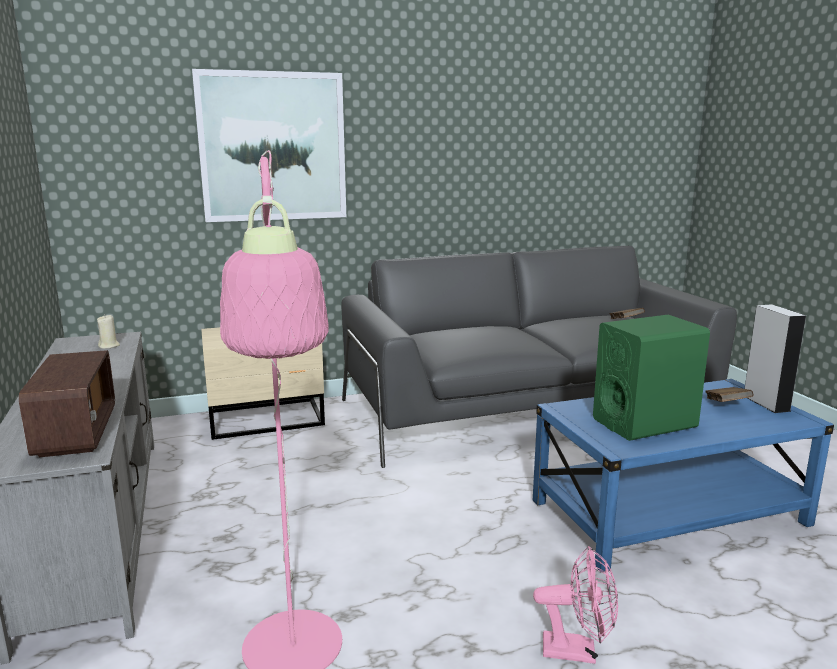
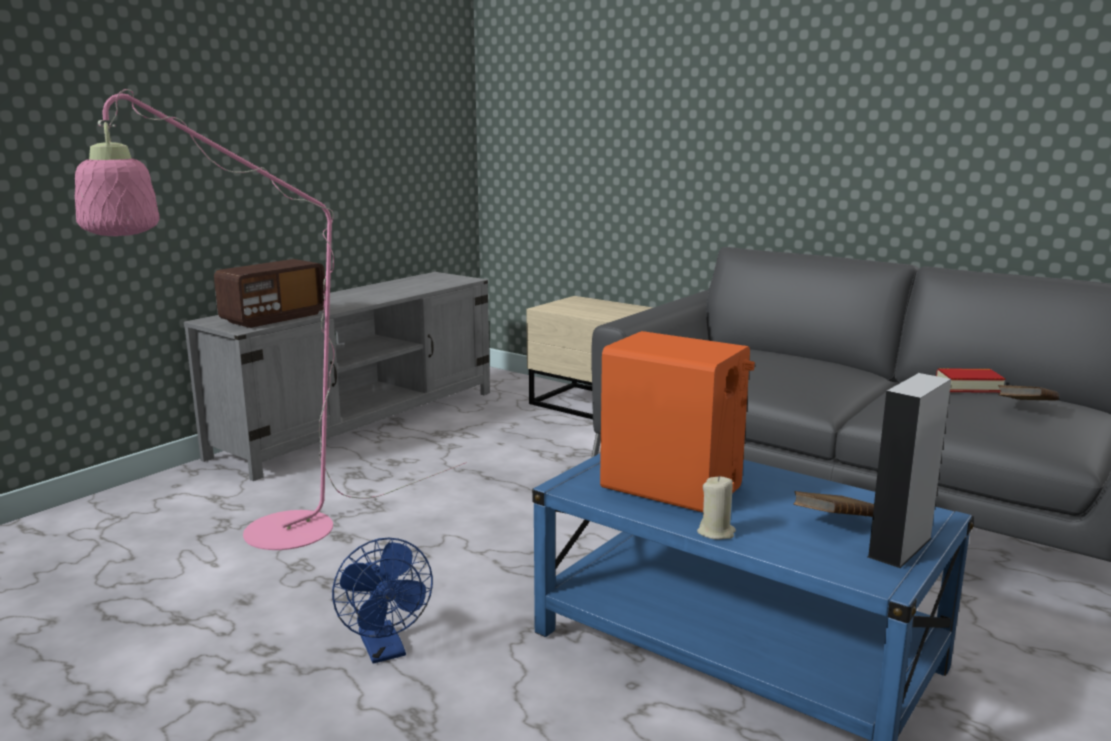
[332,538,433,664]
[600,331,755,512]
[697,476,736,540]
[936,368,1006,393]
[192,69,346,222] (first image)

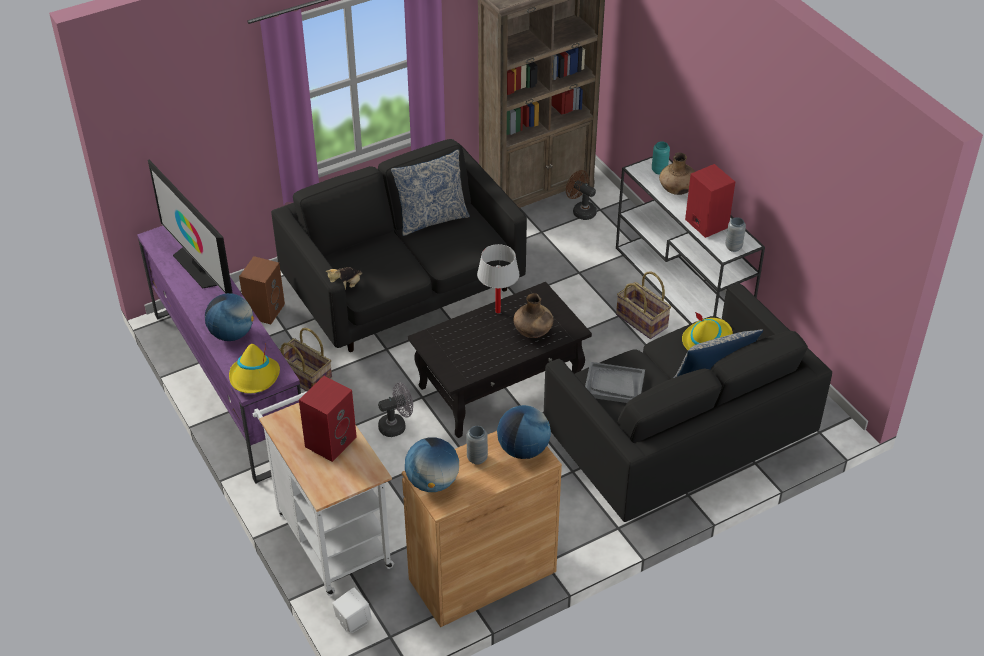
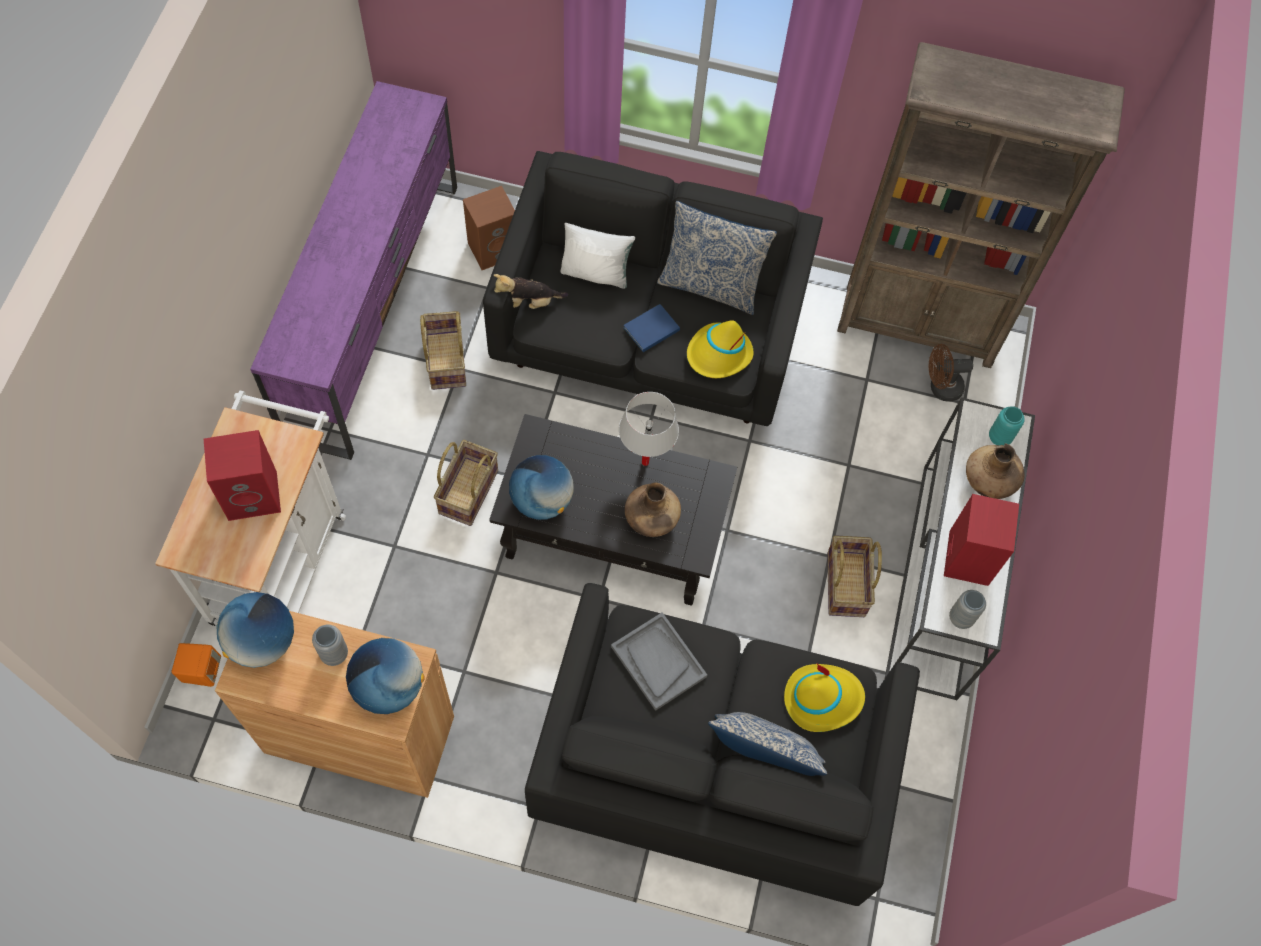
[171,643,221,687]
[434,440,498,526]
[509,455,574,520]
[561,223,635,289]
[624,304,680,352]
[687,320,754,378]
[929,344,973,402]
[148,160,233,294] (first image)

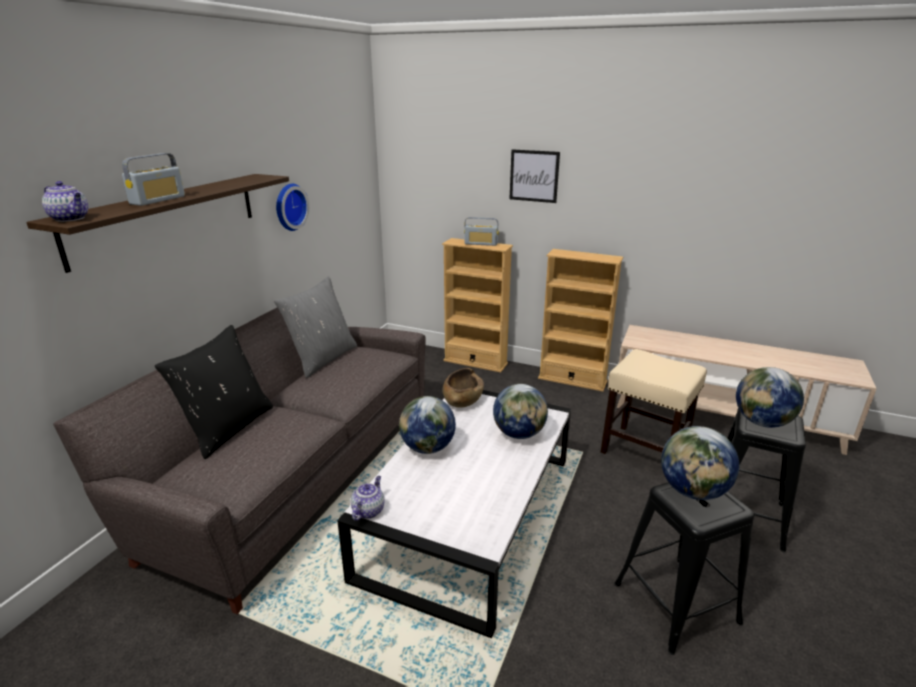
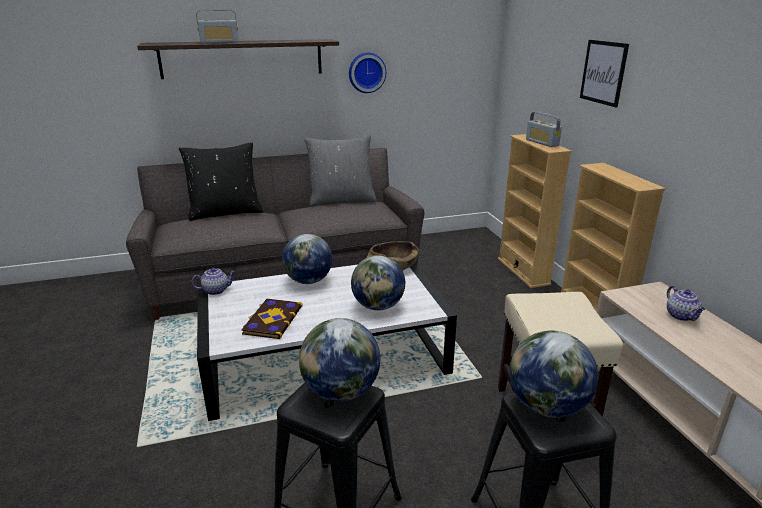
[241,299,302,339]
[667,286,705,321]

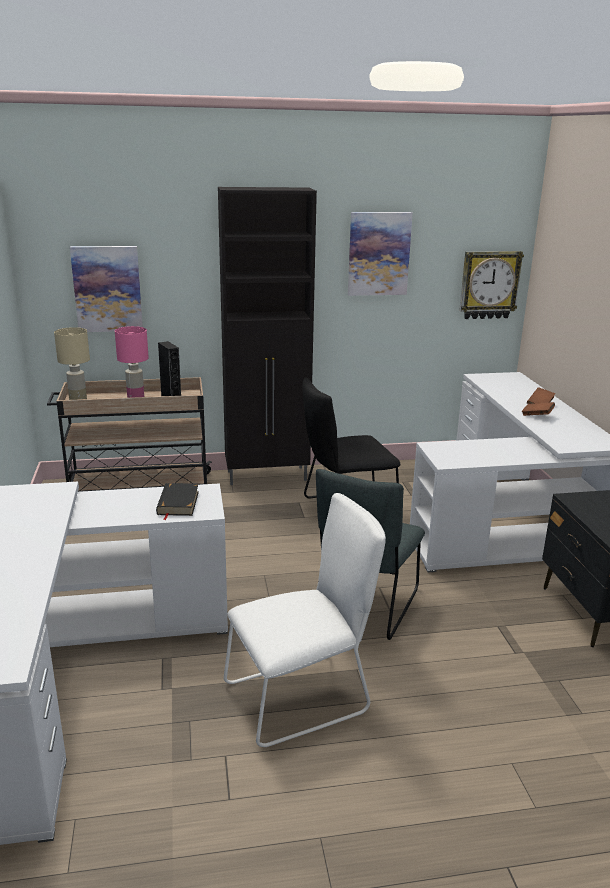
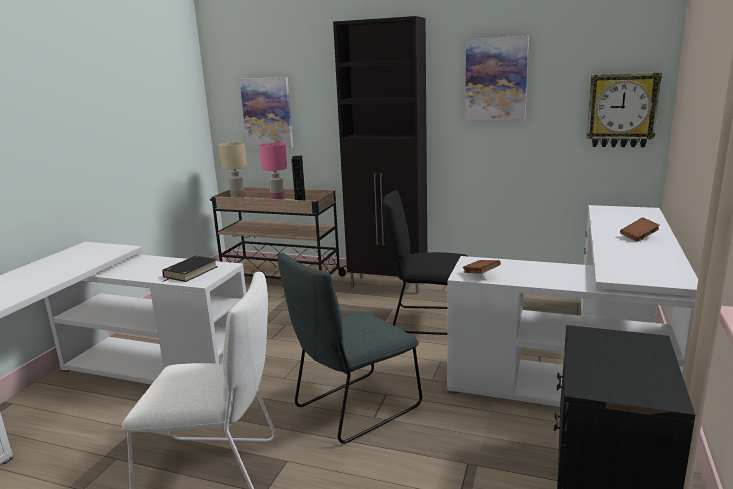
[462,260,501,274]

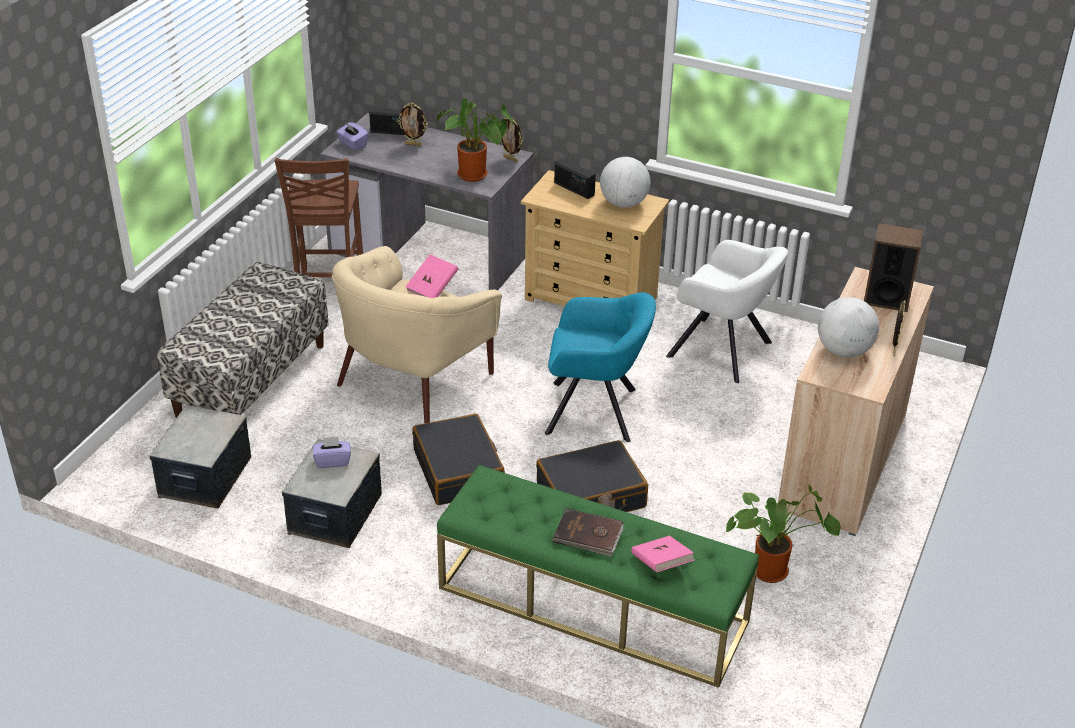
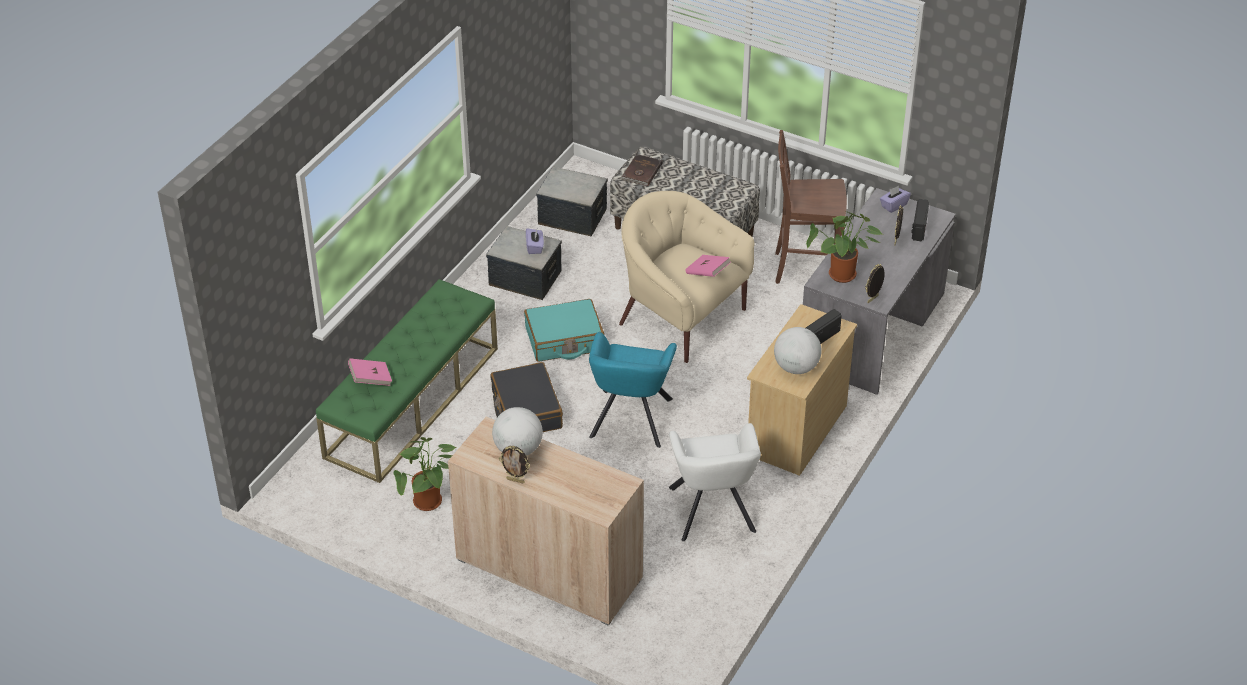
[524,299,604,362]
[620,154,662,186]
[669,423,761,541]
[864,223,923,312] (first image)

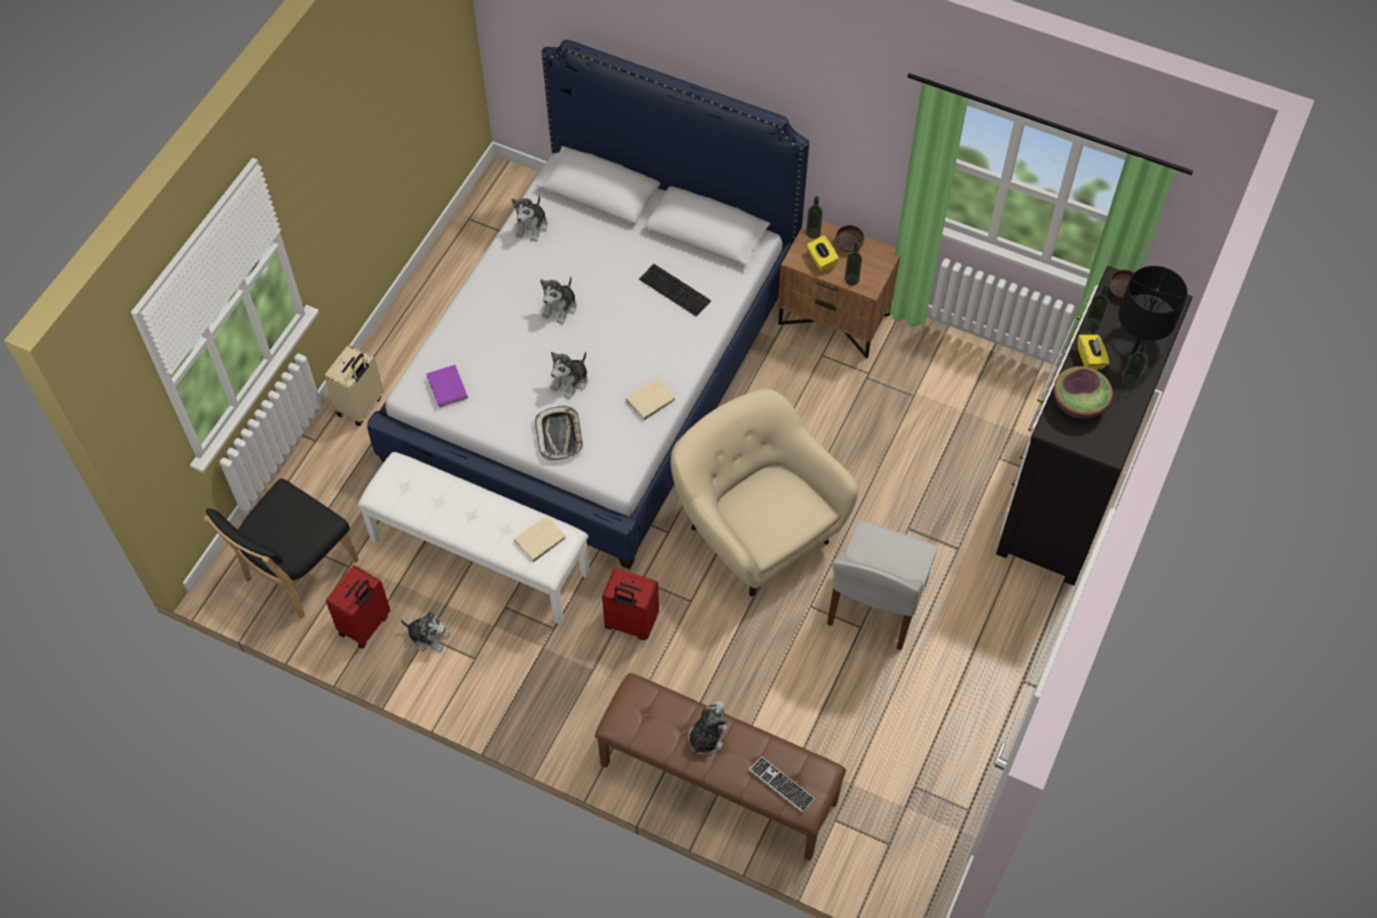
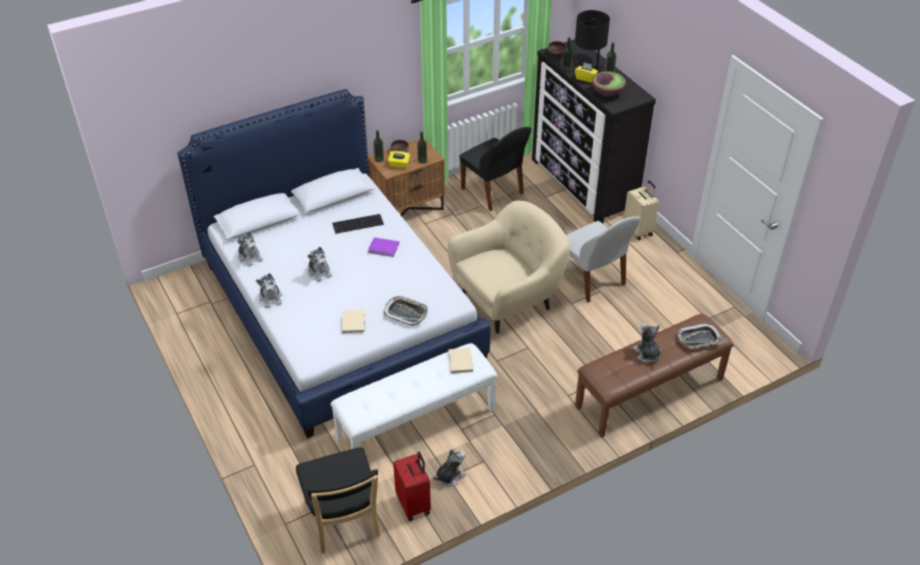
[256,273,282,308]
[342,310,365,333]
[368,237,399,257]
[447,201,570,334]
[460,127,532,211]
[624,181,659,240]
[676,323,722,349]
[602,568,659,640] (first image)

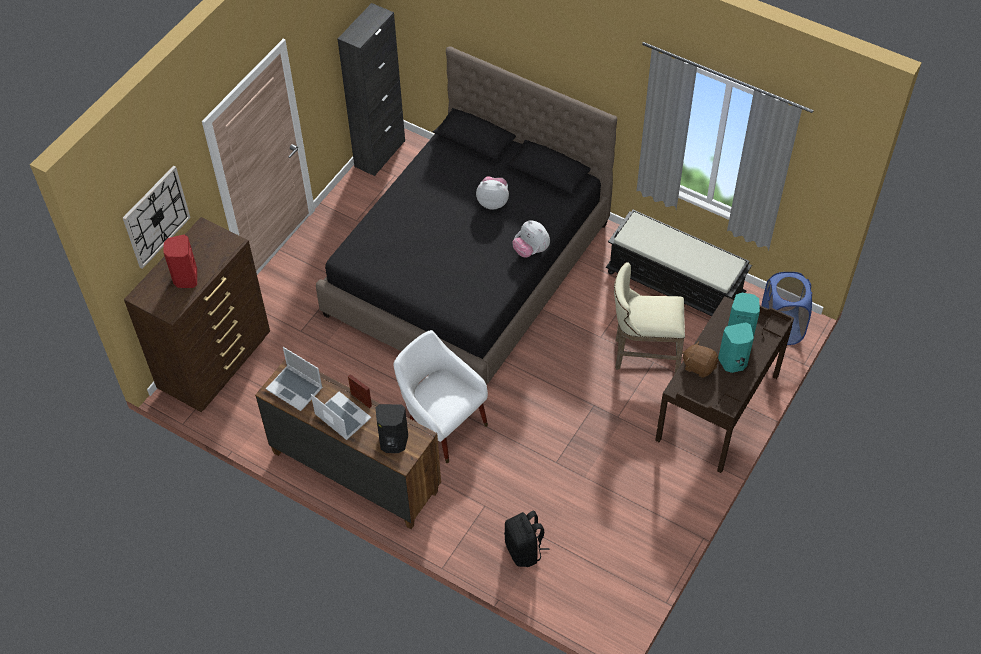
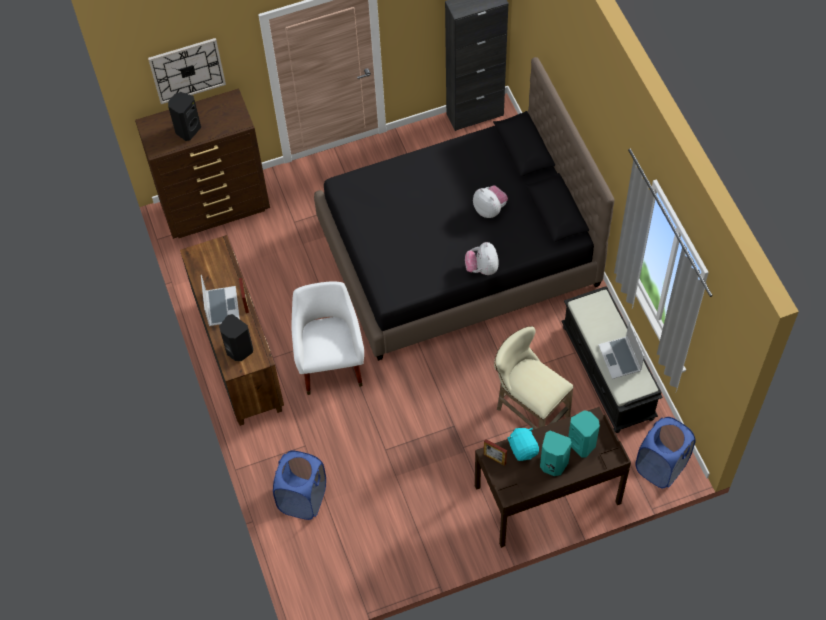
[168,92,201,141]
[273,450,326,520]
[484,439,507,466]
[507,428,539,461]
[598,322,644,379]

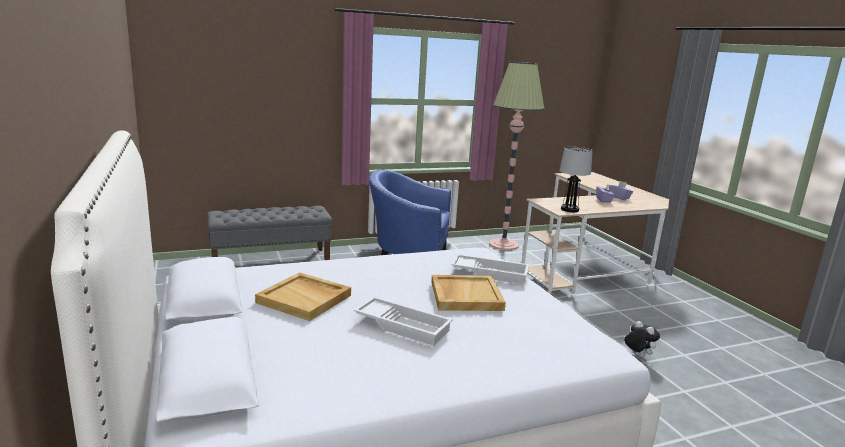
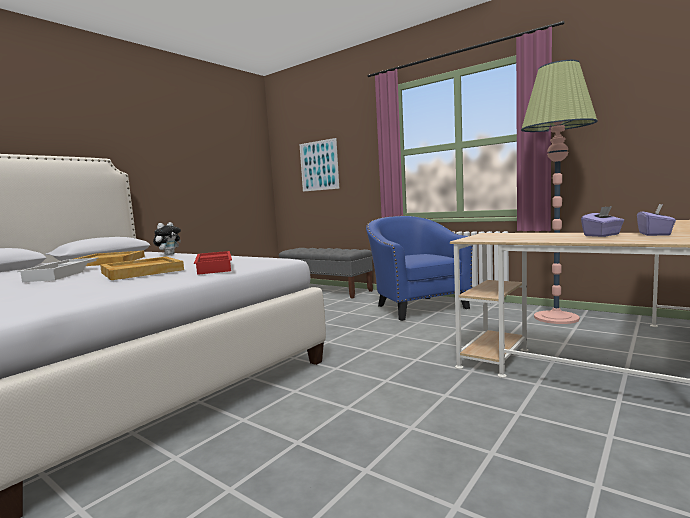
[153,222,181,255]
[194,251,232,275]
[300,138,339,192]
[559,147,593,212] (first image)

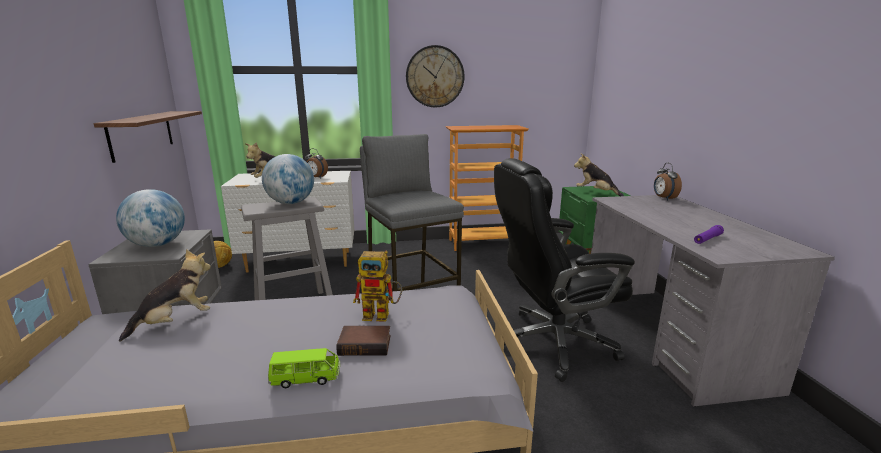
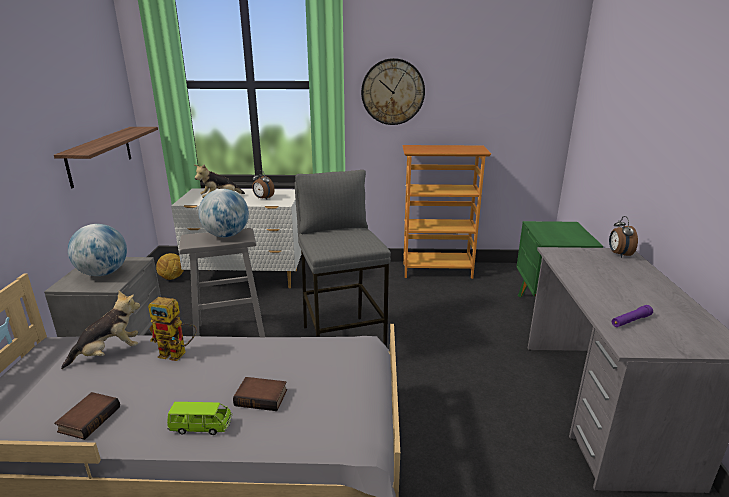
[54,392,120,440]
[148,297,197,361]
[494,158,635,382] (first image)
[574,154,624,196] (first image)

